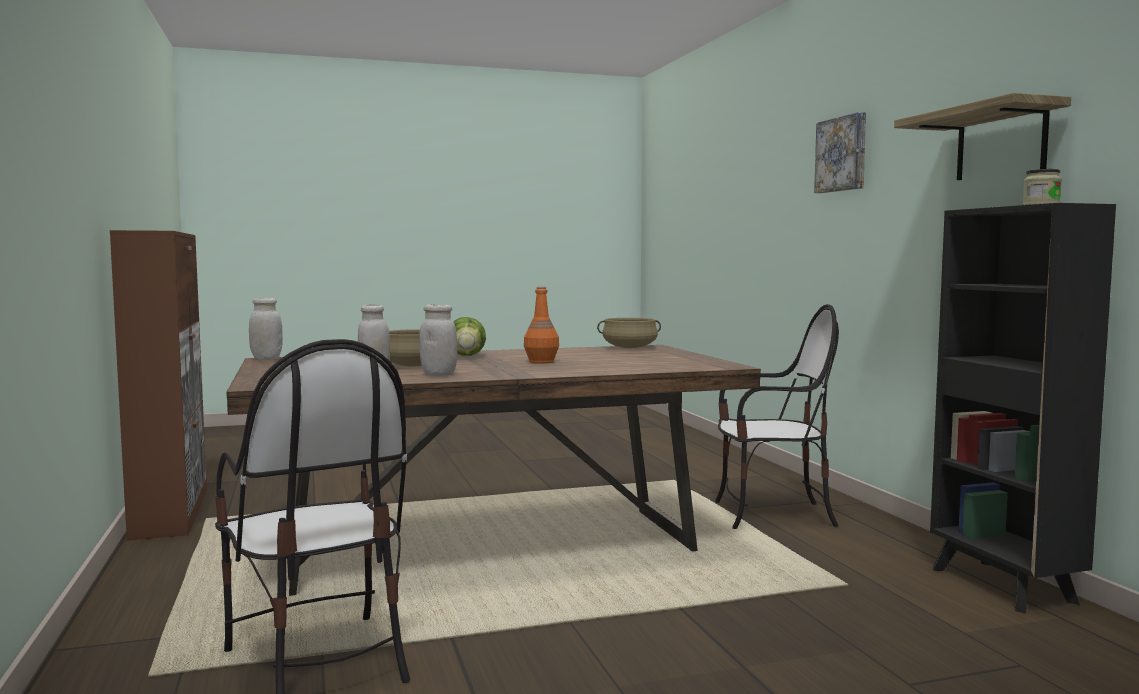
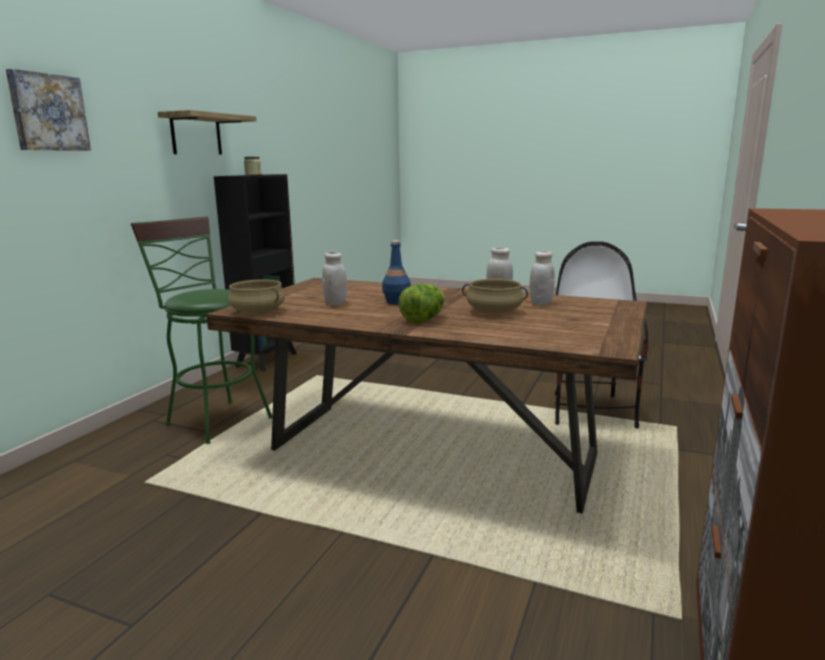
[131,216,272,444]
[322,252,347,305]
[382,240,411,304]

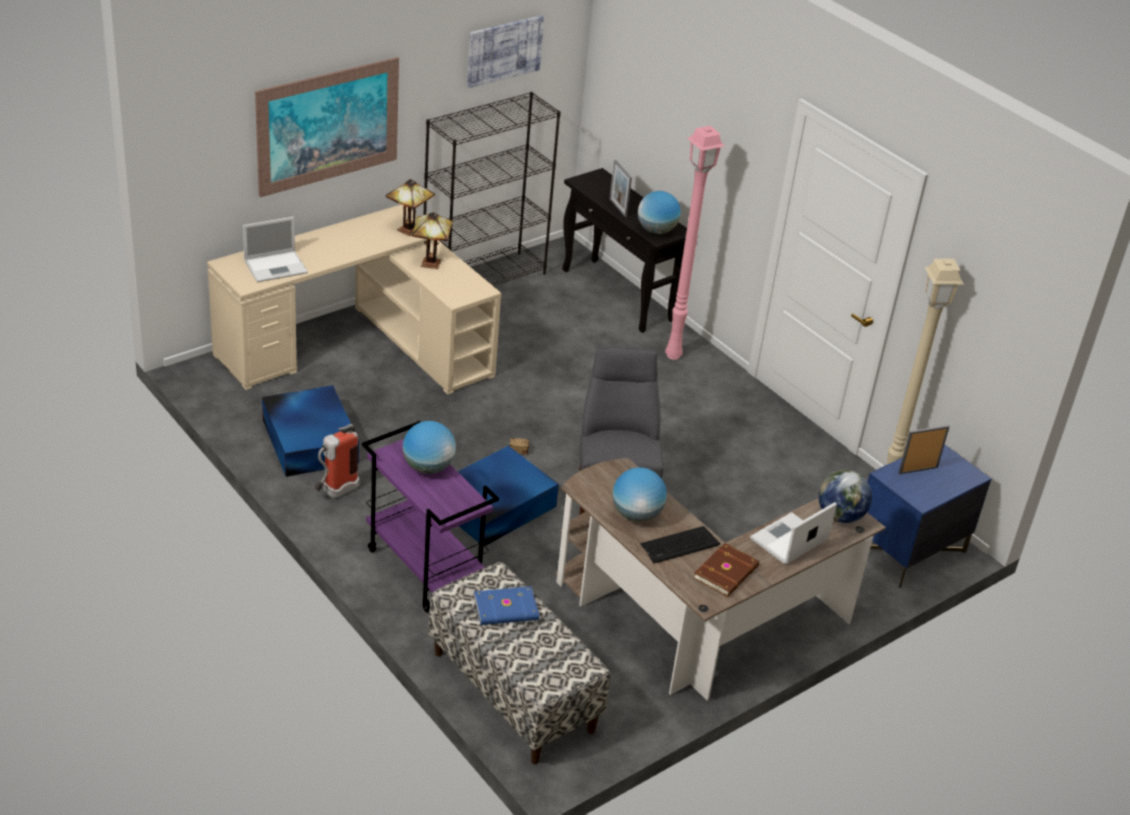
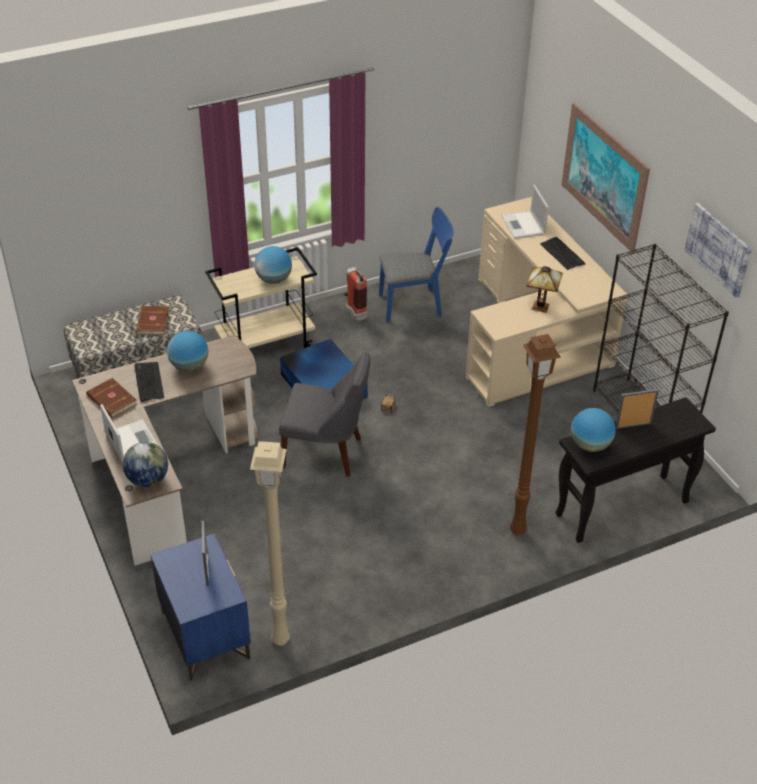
[136,306,169,335]
[205,247,317,348]
[379,207,454,322]
[510,334,561,536]
[540,237,585,270]
[385,179,435,236] (first image)

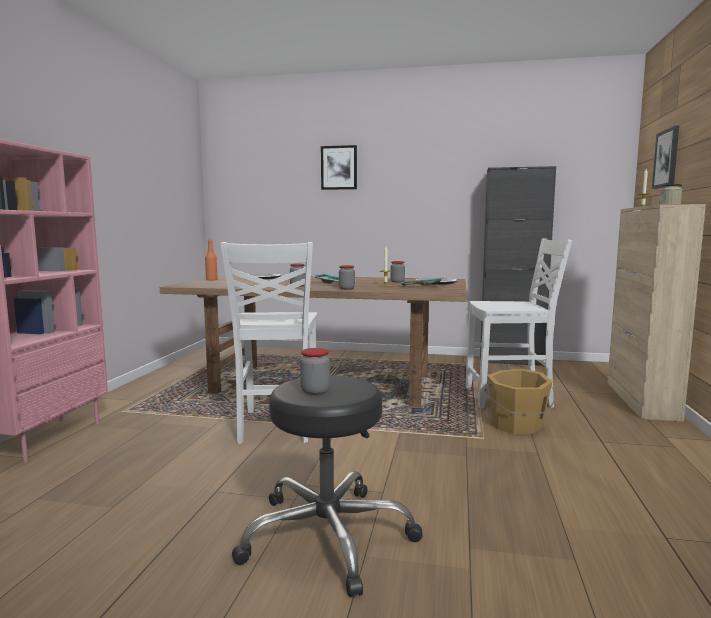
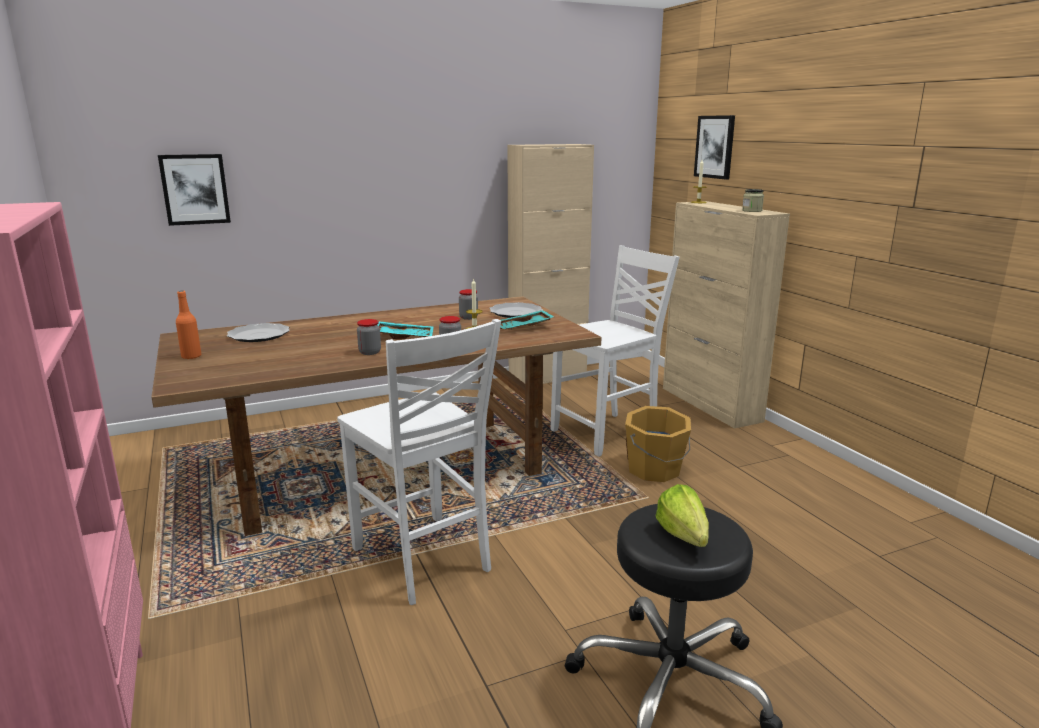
[158,154,231,226]
[507,144,594,384]
[655,484,709,547]

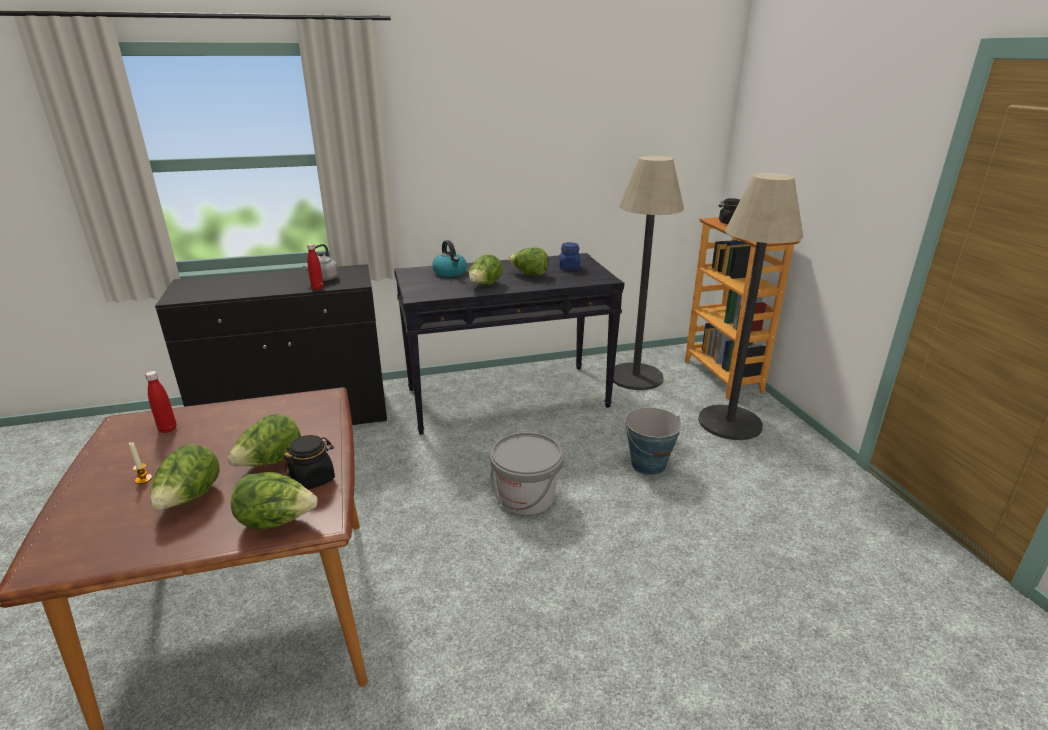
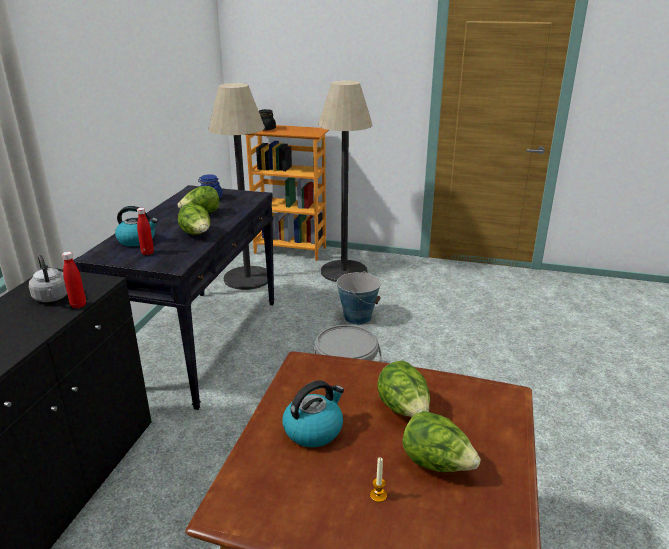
[137,208,154,255]
[282,380,344,447]
[231,472,318,530] (first image)
[284,435,335,490] (first image)

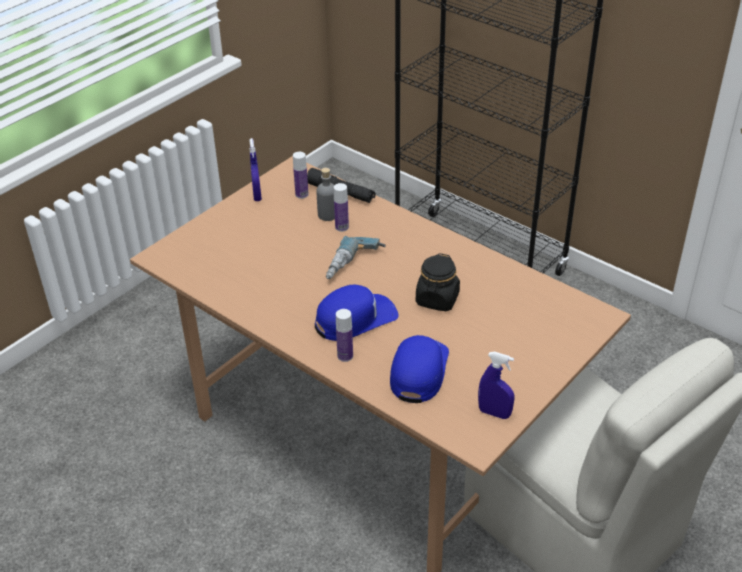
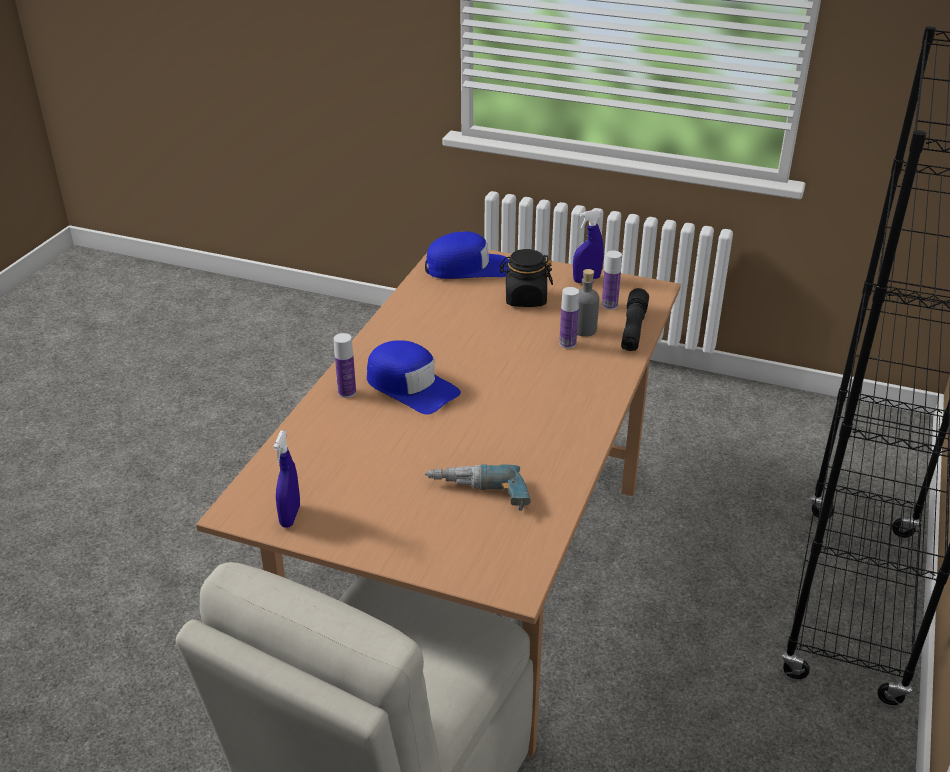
[425,232,509,279]
[425,464,531,511]
[499,249,553,307]

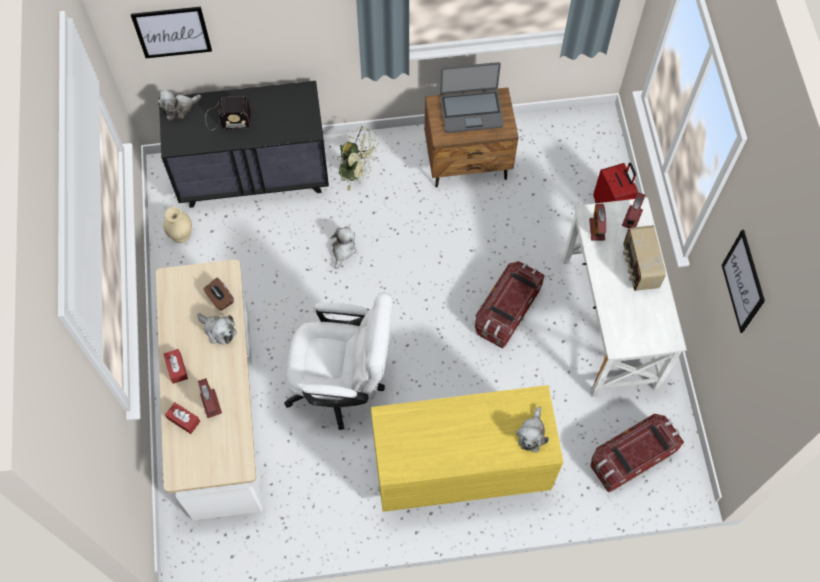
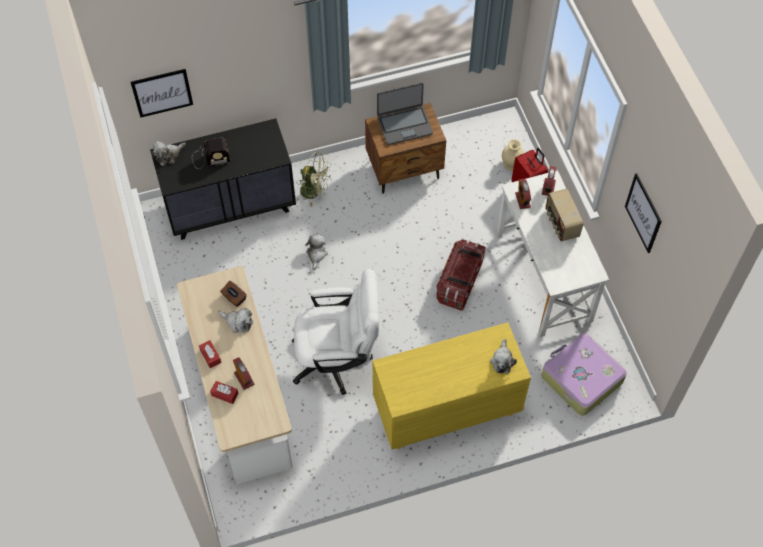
[502,139,524,171]
[541,333,627,416]

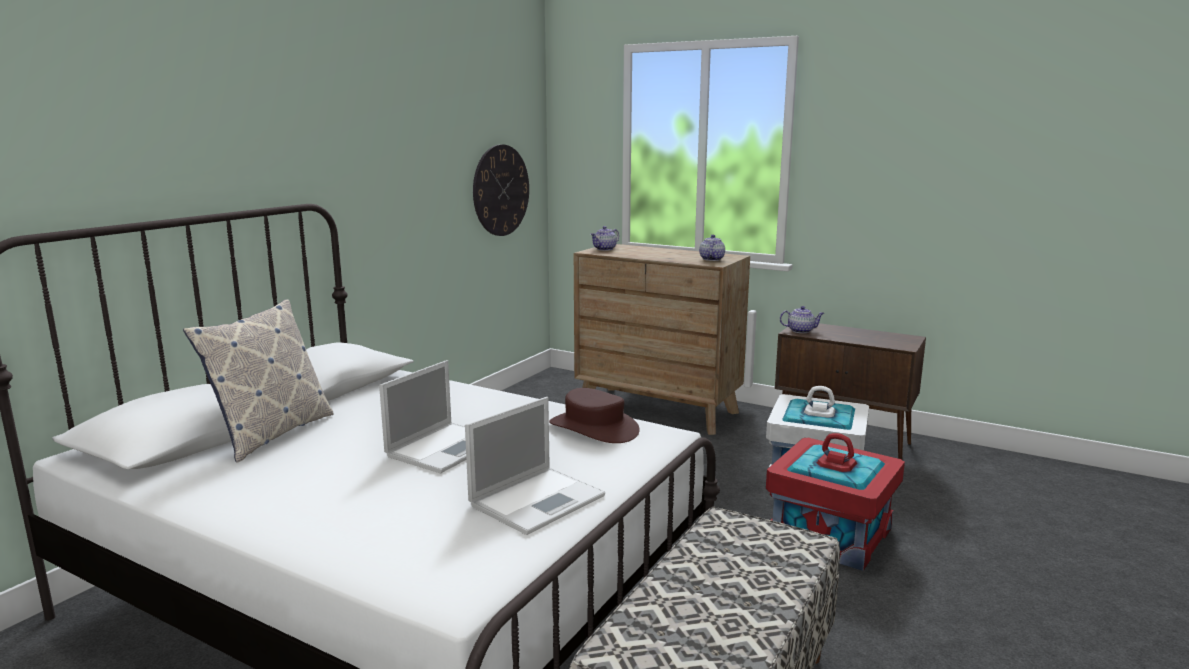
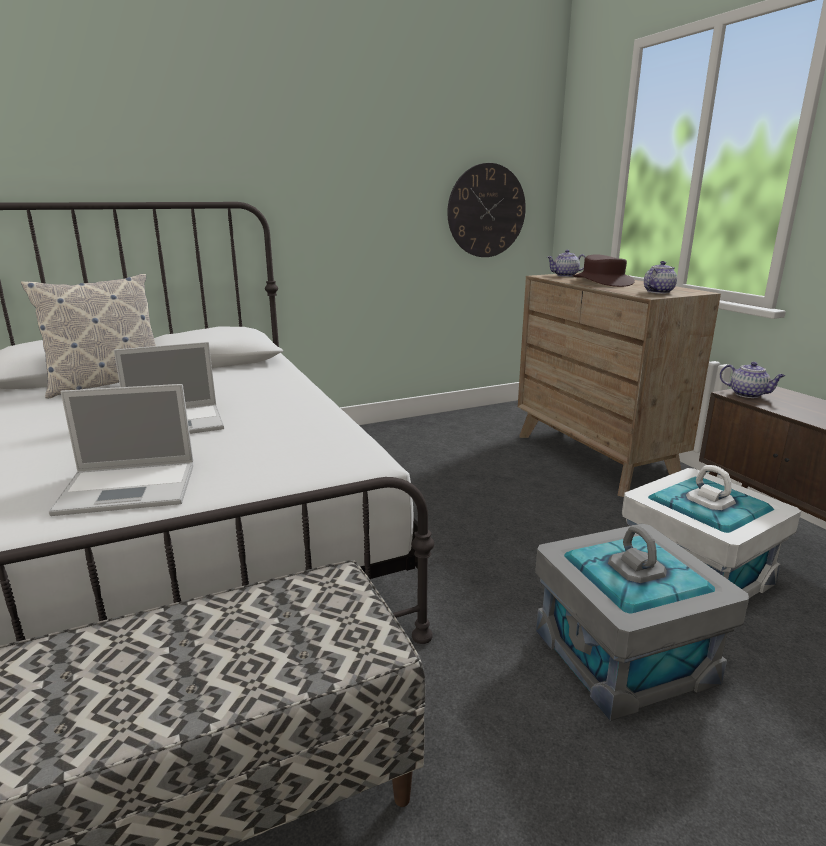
[535,523,749,721]
[573,254,635,287]

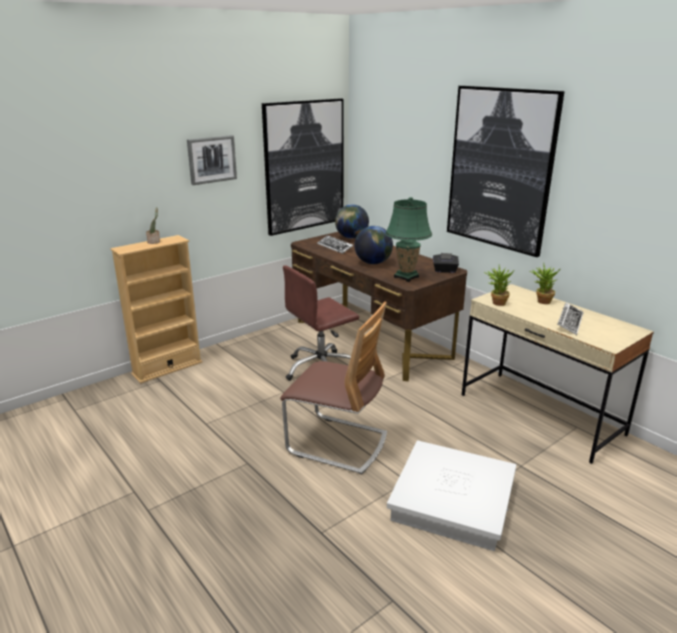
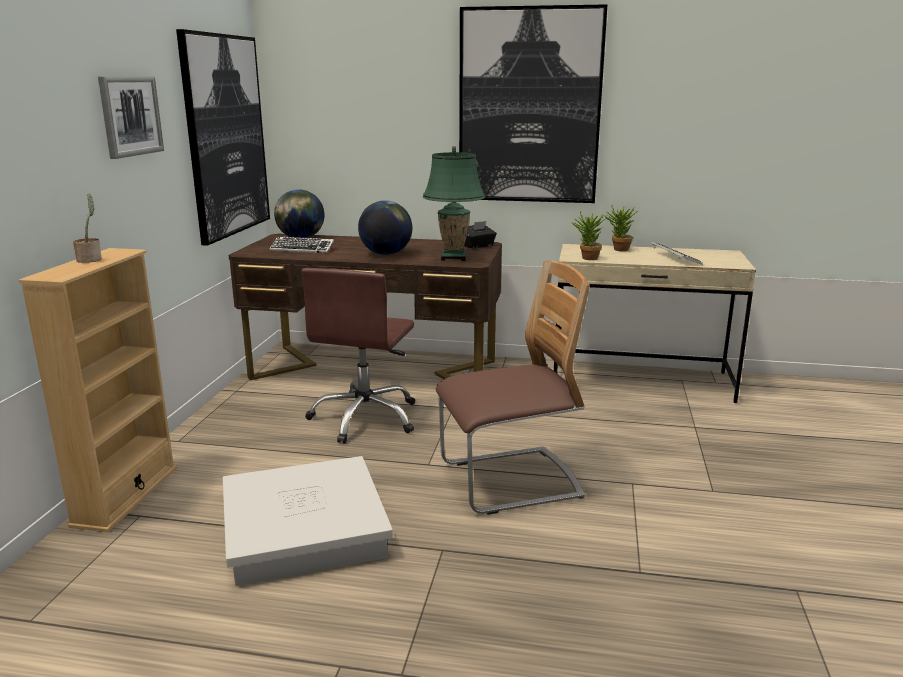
[223,456,393,586]

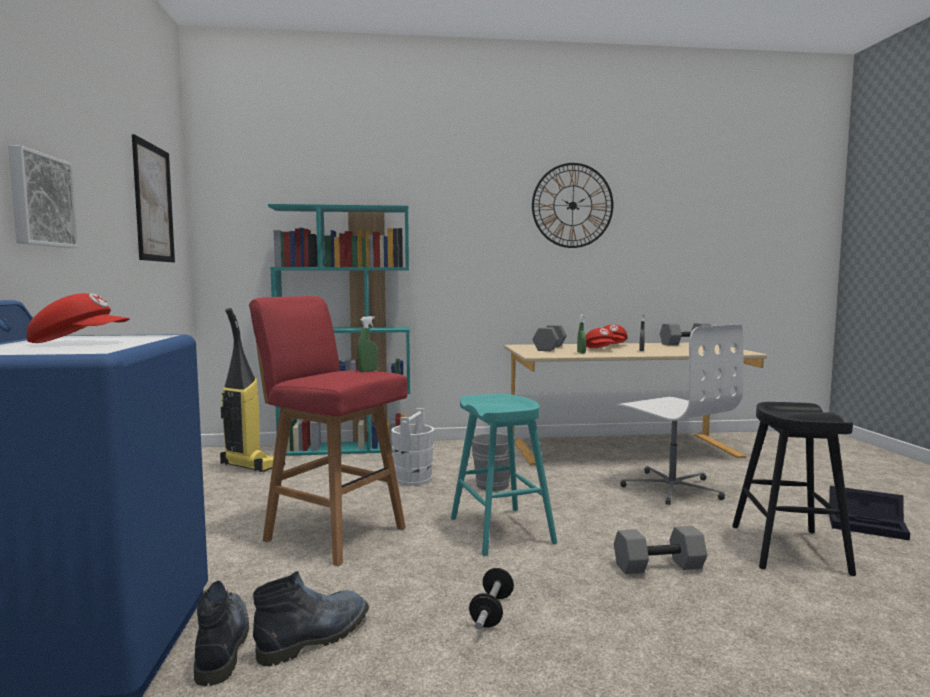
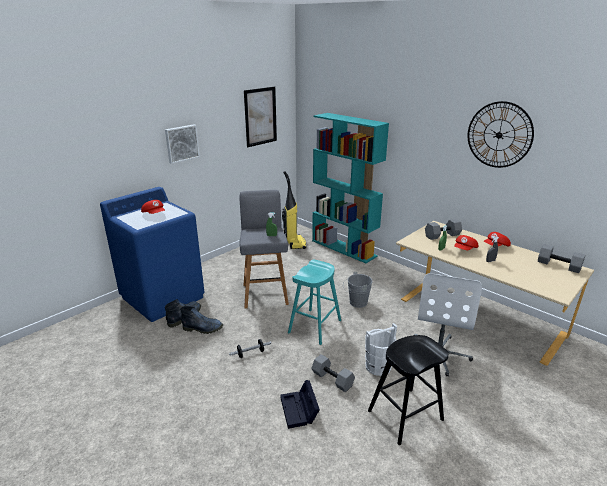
[239,190,289,308]
[280,380,320,429]
[365,323,397,376]

